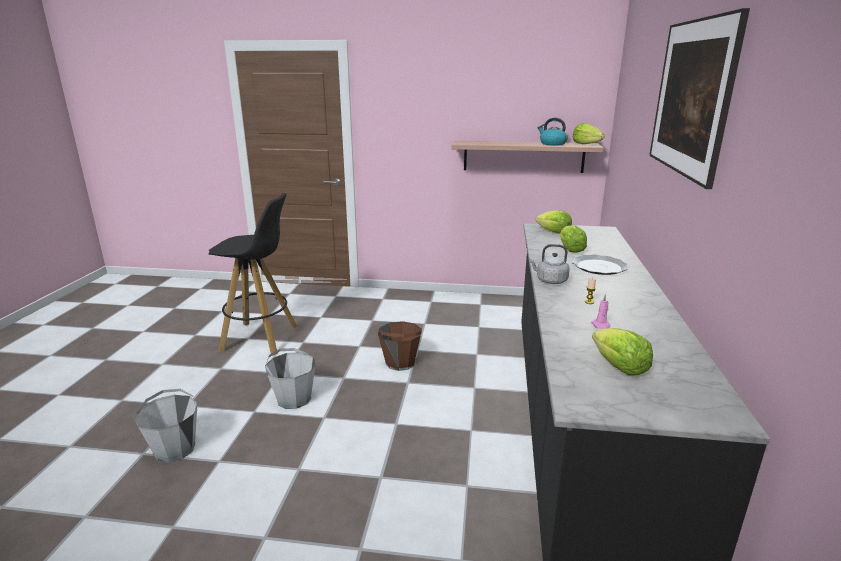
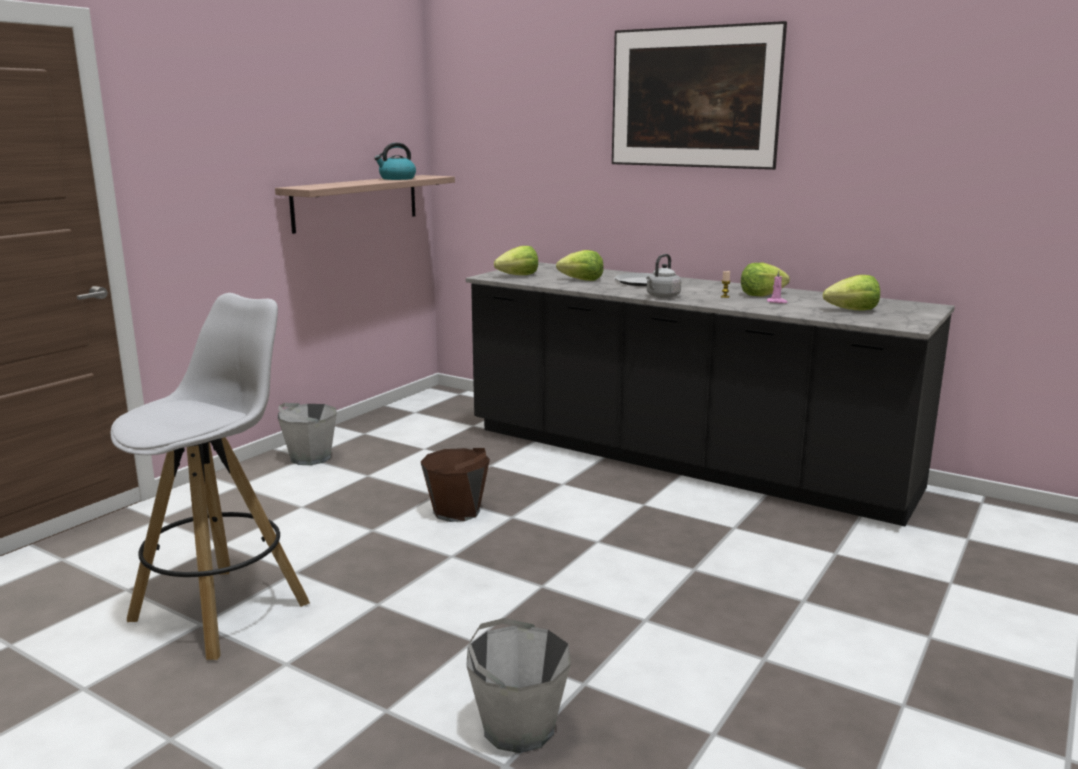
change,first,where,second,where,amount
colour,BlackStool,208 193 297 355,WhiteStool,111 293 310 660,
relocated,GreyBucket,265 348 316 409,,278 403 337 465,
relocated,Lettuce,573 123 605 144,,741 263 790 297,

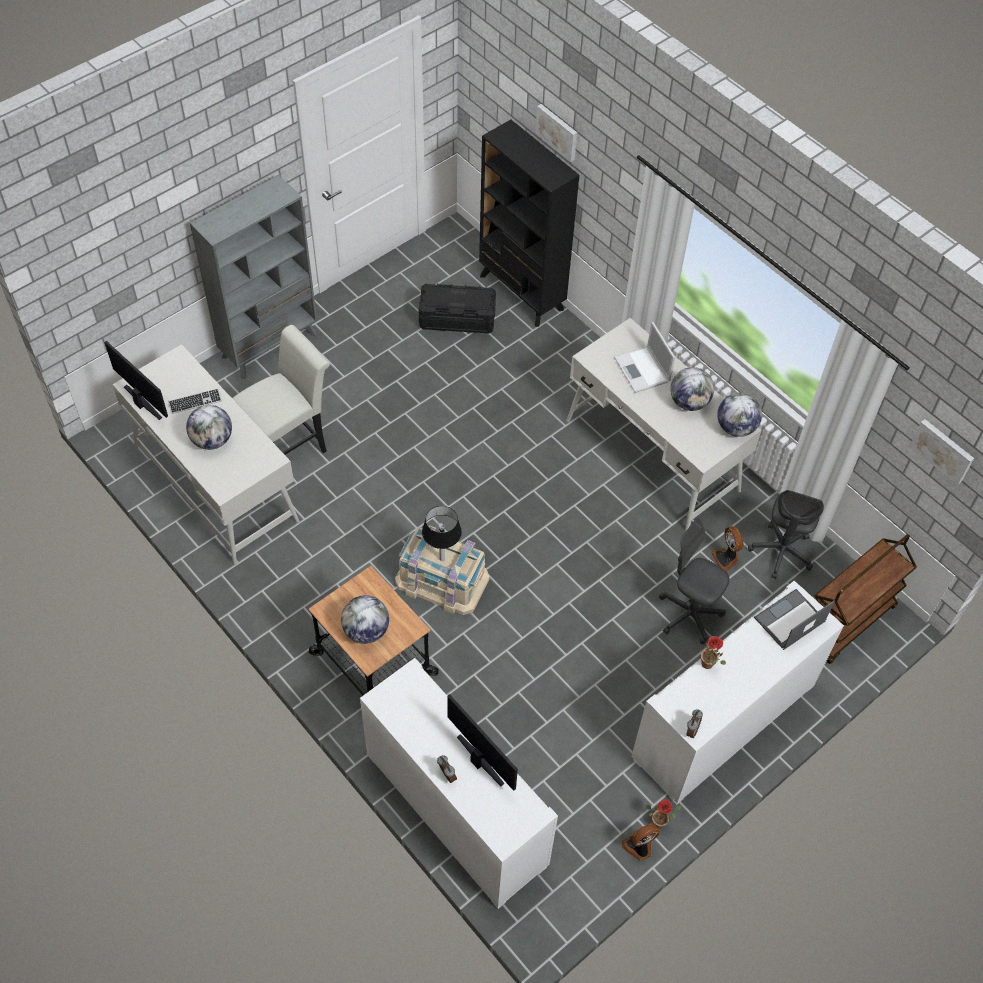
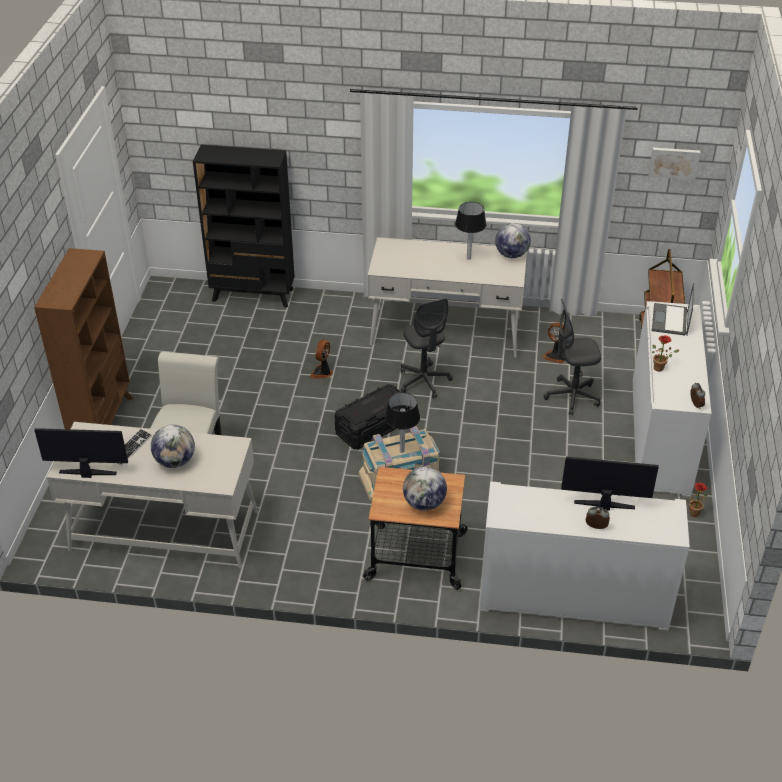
change,first,where,second,where,amount
colour,GreyBookcase,190 175 317 379,BrownBookcase,34 248 133 429,
relocated,Fan,621 823 660 861,,310 340 333 379,
relocated,BlackStorageBox,419 283 496 333,,335 384 411 450,
relocated,GreyOfficeChair,748 490 824 579,,400 299 453 399,
exchanged,Globe,670 367 714 411,TableLamp,455 202 486 260,
missing,Picture,535 104 577 162,,,
missing,Laptop,614 322 675 393,,,

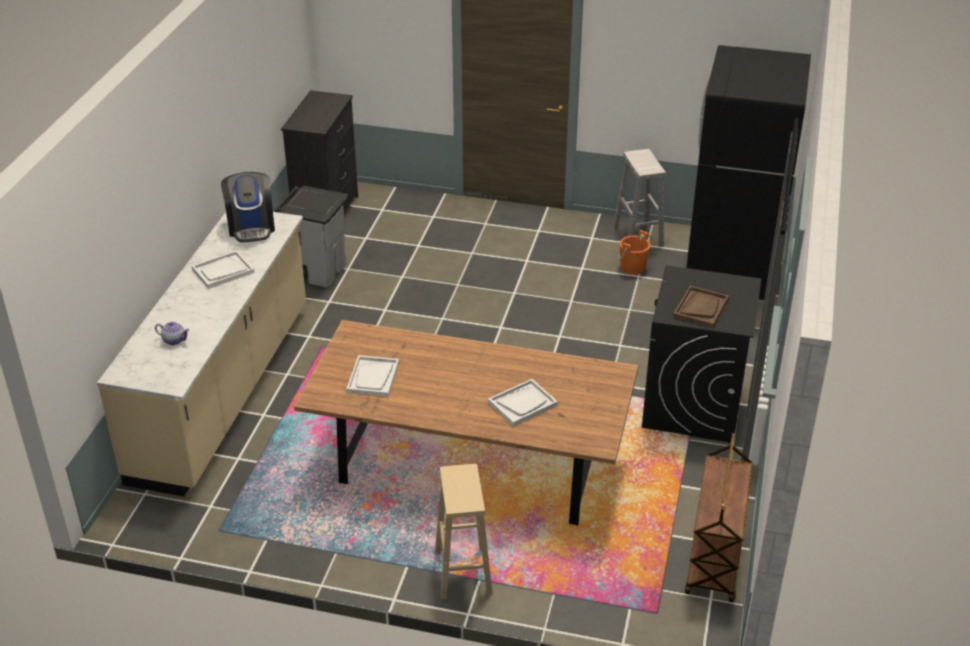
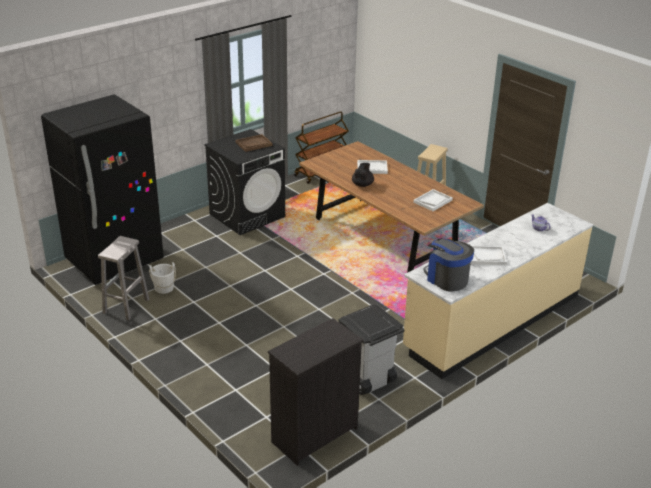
change,first,where,second,where,amount
colour,OrangeBucket,619 230 651 275,WhiteBucket,149 262 176 294,
appeared,,,BlackTeapot,352 163 374 187,
spun,CoffeeMachine,221 172 275 243,,423 238 474 291,60 degrees counterclockwise

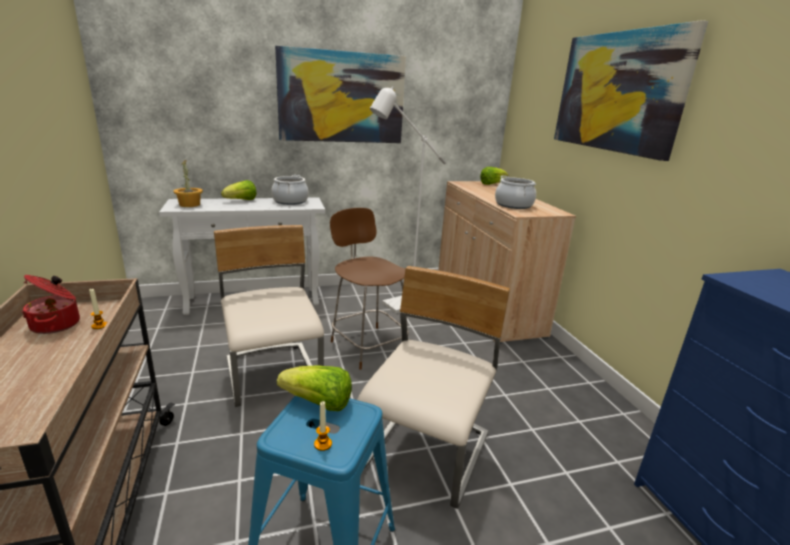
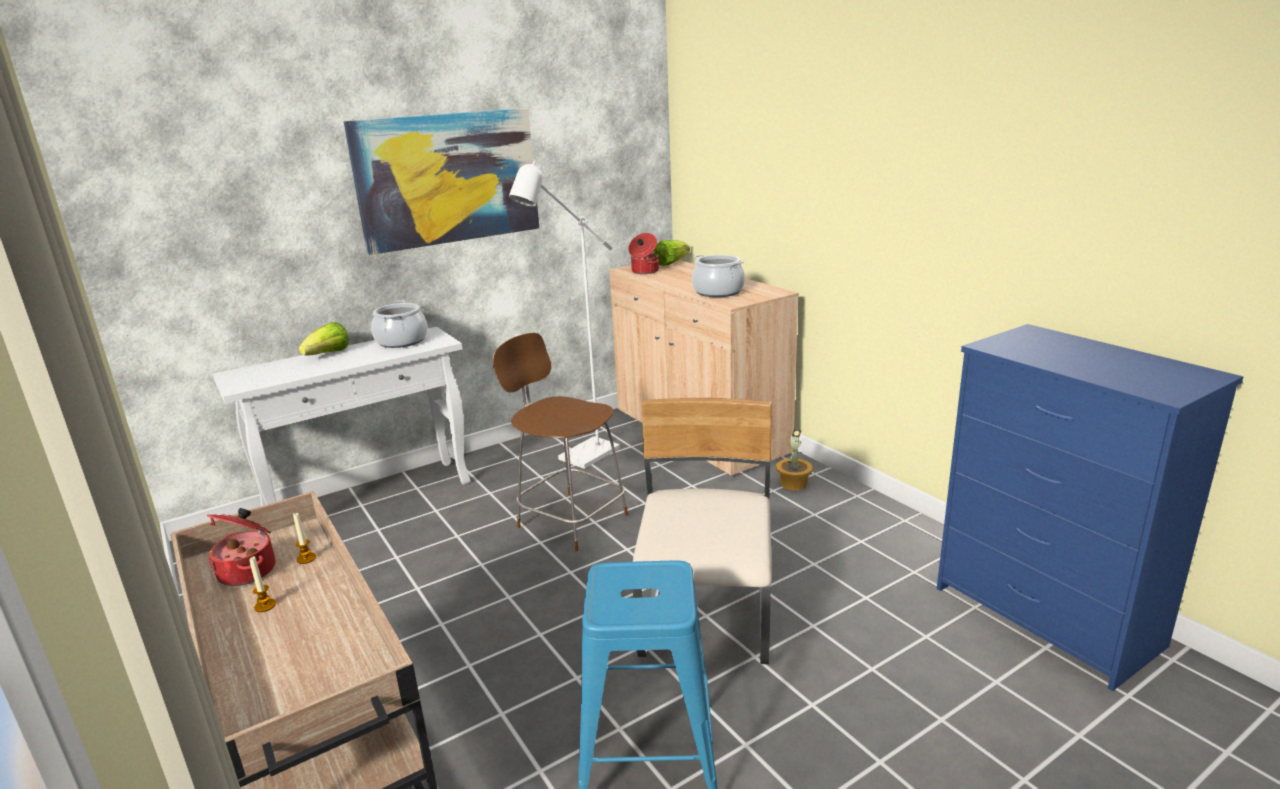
change,first,where,second,where,amount
relocated,Candle,314 401 332 451,,249 557 276 612,
appeared,,,CookingPot,628 233 659 274,
relocated,PottedPlant,173 160 203 207,,776 429 813 491,
missing,BeigeChair,214 225 324 407,,,
missing,Lettuce,277 365 352 411,,,
missing,Picture,554 20 708 161,,,

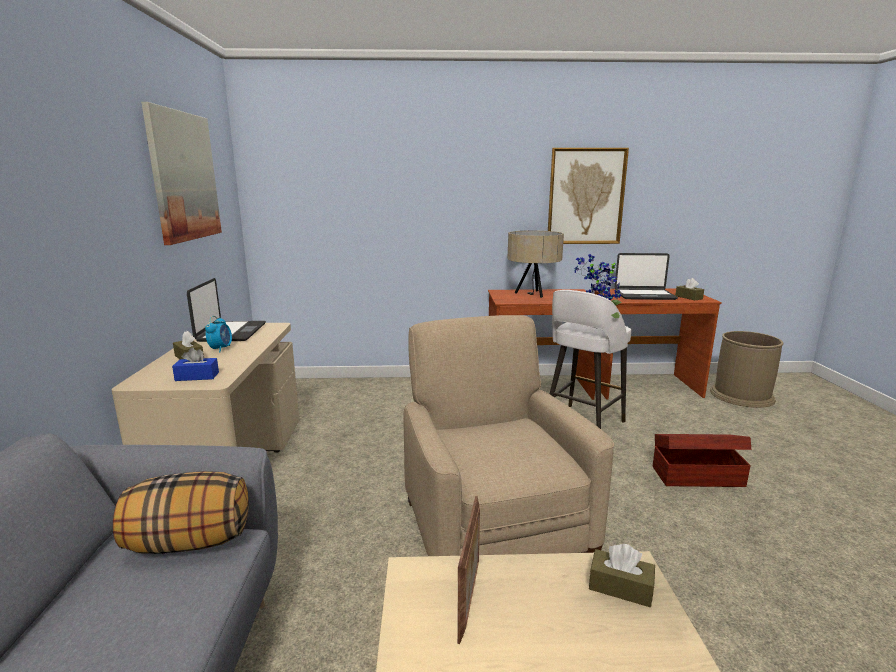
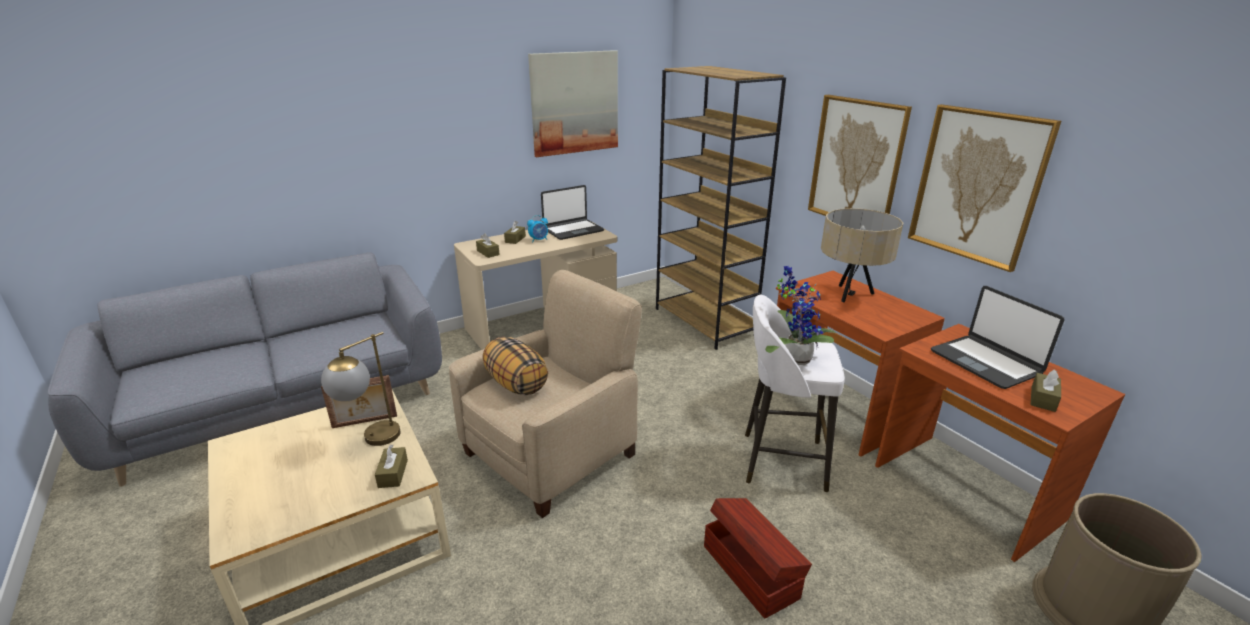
change,first,where,second,where,amount
appeared,,,TableLamp,321 332 401 446,
colour,BlueTissueBox,172 347 219 381,BrownTissueBox,476 233 500 258,
relocated,Pillow,113 471 249 554,,483 337 548 395,
appeared,,,BrownBookcase,656 66 786 350,
appeared,,,Picture,808 95 912 216,

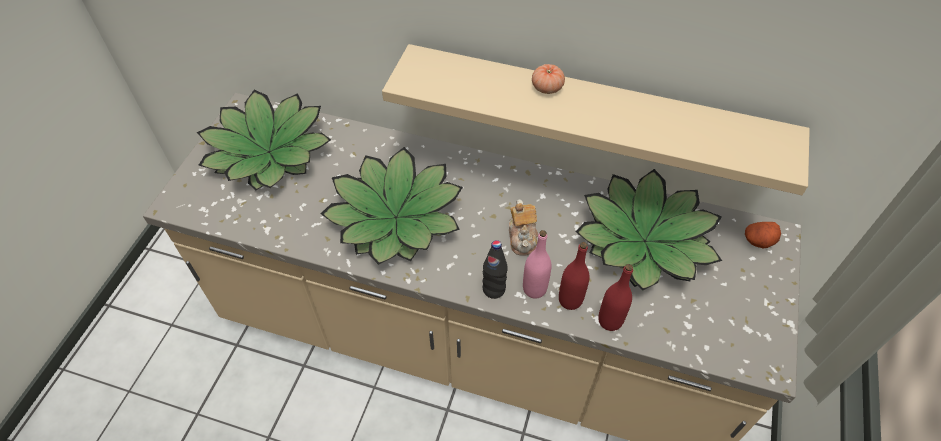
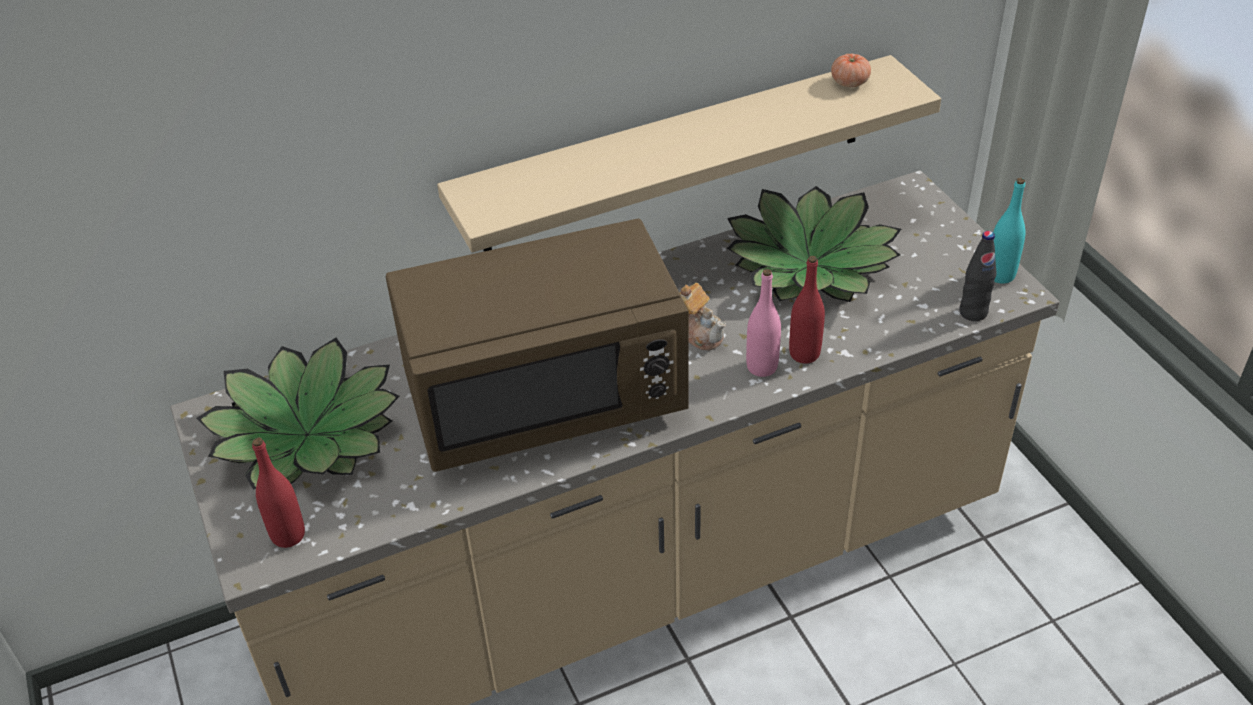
change,first,where,second,where,amount
relocated,RedBottle,598 264 633 331,,252 438 305 548,
exchanged,PottedPlant,321 147 463 265,BrownMicrowave,386 219 689 472,
relocated,Tomato,532 64 565 94,,831 54 871 87,
relocated,BlackBottle,482 240 508 299,,960 231 997 321,
appeared,,,TurquoiseBottle,993 178 1025 284,
missing,Potato,745 222 781 249,,,

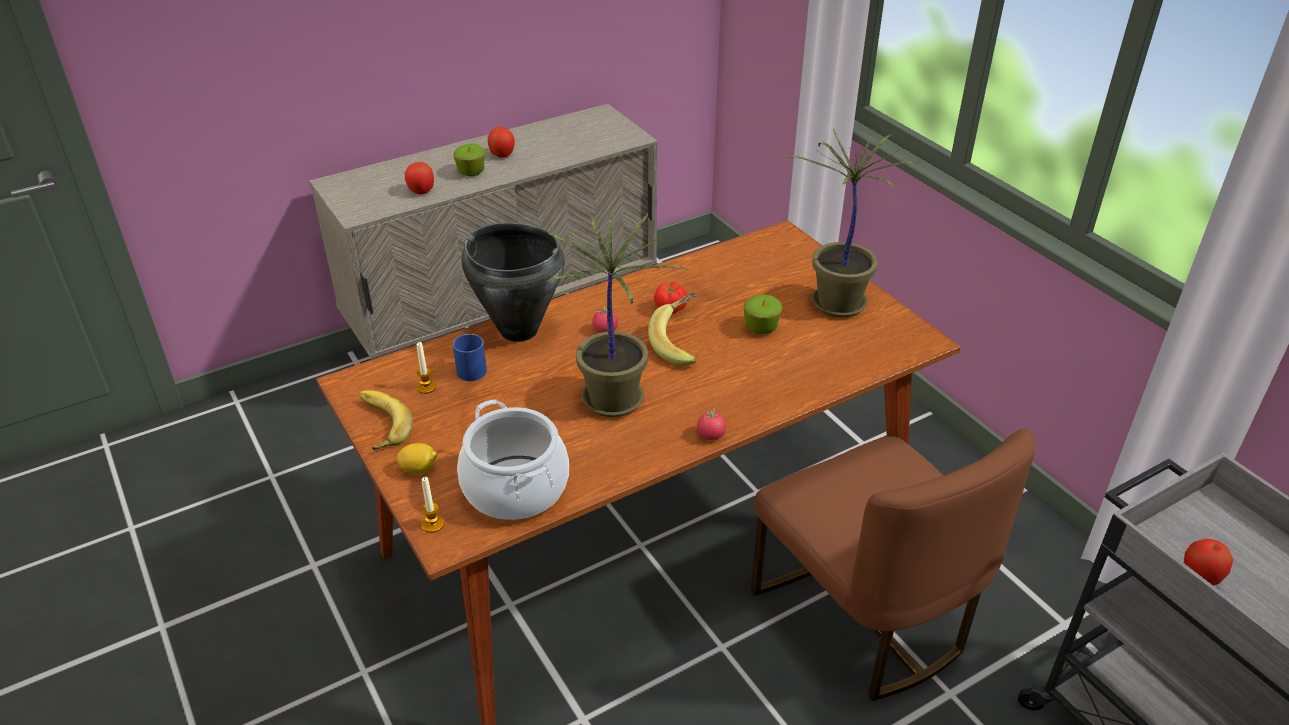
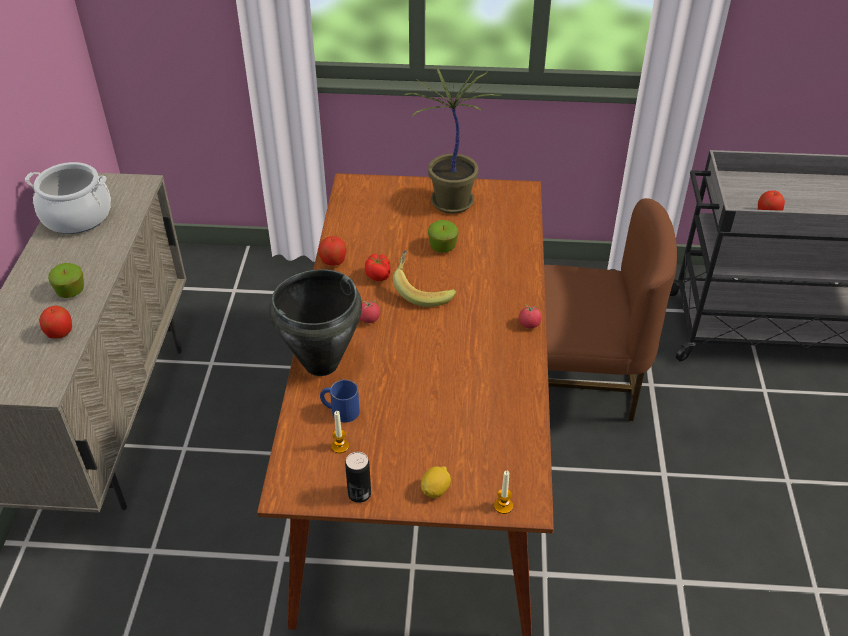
change,first,where,second,where,amount
relocated,CookingPot,457 400 569 520,,25 162 111 234,
relocated,Apple,488 127 515 157,,318 236 346 266,
exchanged,Banana,359 390 413 450,Can,345 452 371 503,
missing,PottedPlant,547 212 689 417,,,

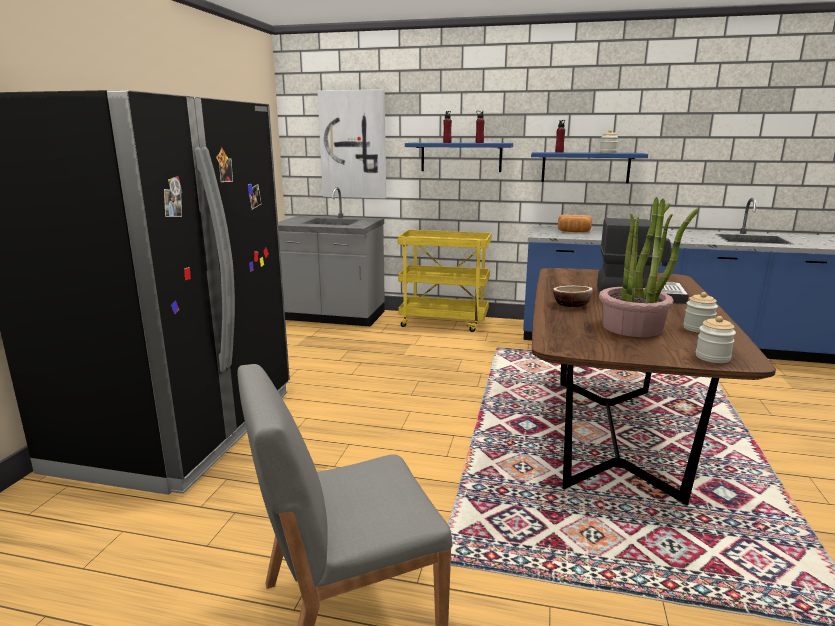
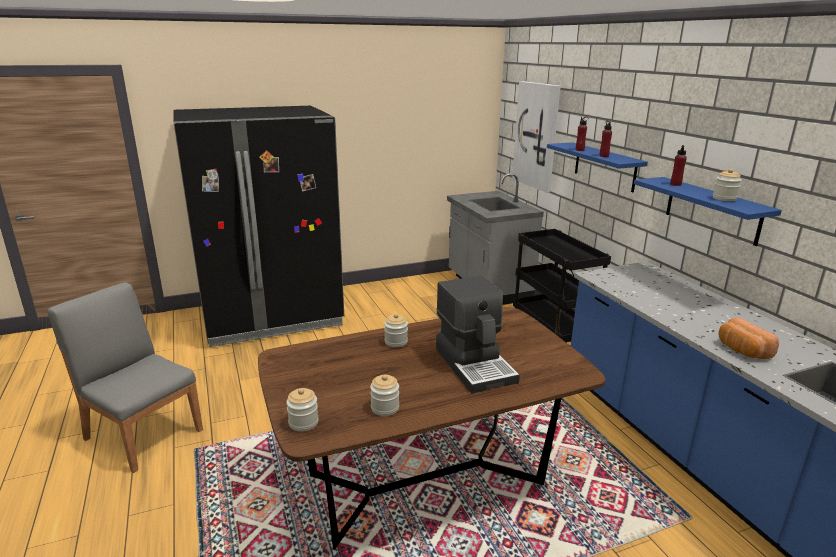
change,first,where,second,where,amount
exchanged,Bowl,553 285 593 307,Jar,384 314 408 348,
colour,YellowCart,398 230 492 332,BlackCart,513 229 611 342,
relocated,Bread,558 215 592 232,,718 317 779 359,
missing,PottedPlant,599 197 699 337,,,

